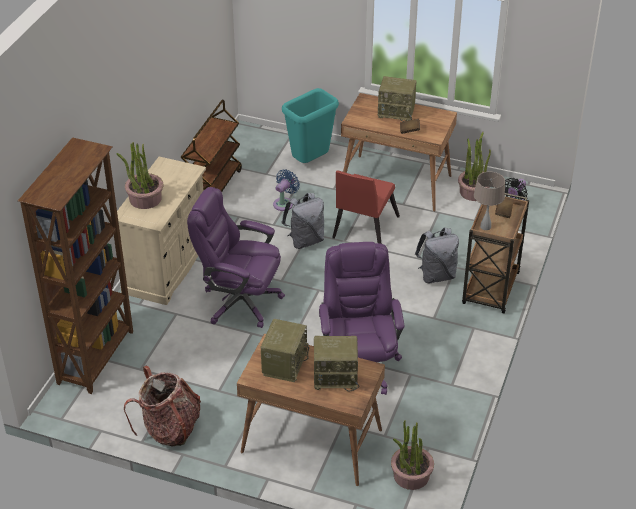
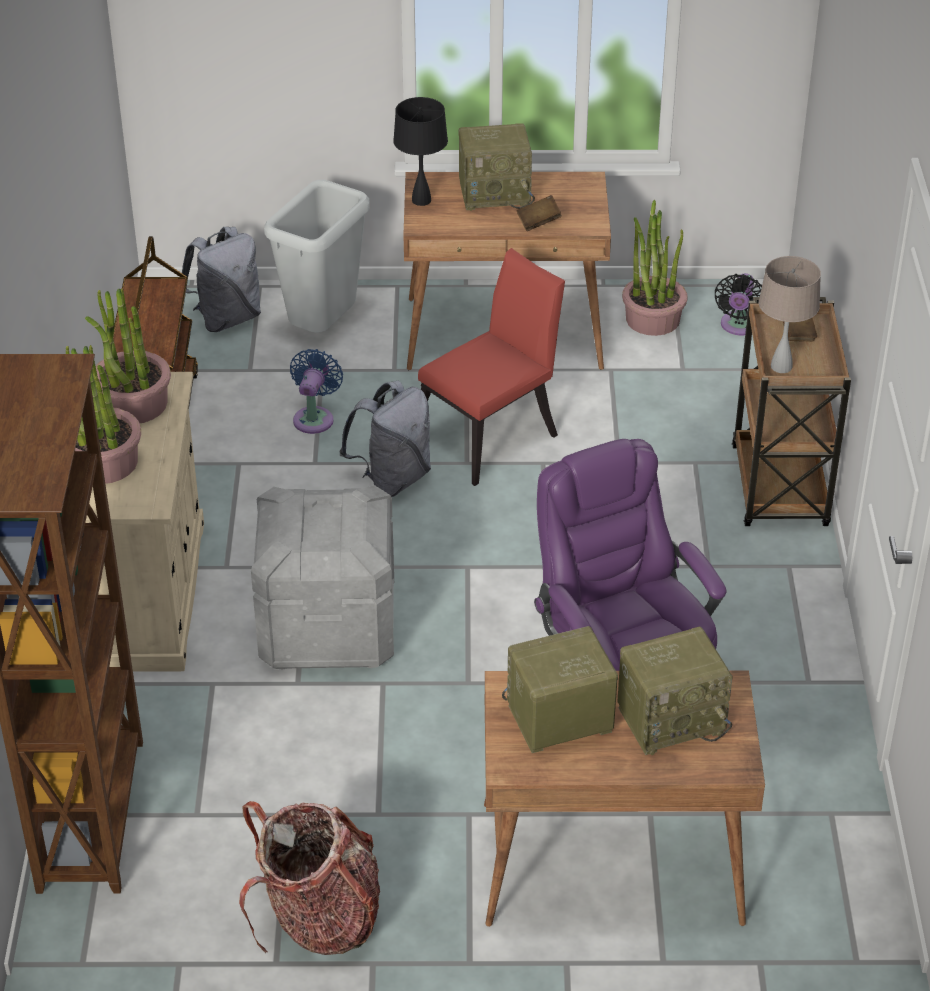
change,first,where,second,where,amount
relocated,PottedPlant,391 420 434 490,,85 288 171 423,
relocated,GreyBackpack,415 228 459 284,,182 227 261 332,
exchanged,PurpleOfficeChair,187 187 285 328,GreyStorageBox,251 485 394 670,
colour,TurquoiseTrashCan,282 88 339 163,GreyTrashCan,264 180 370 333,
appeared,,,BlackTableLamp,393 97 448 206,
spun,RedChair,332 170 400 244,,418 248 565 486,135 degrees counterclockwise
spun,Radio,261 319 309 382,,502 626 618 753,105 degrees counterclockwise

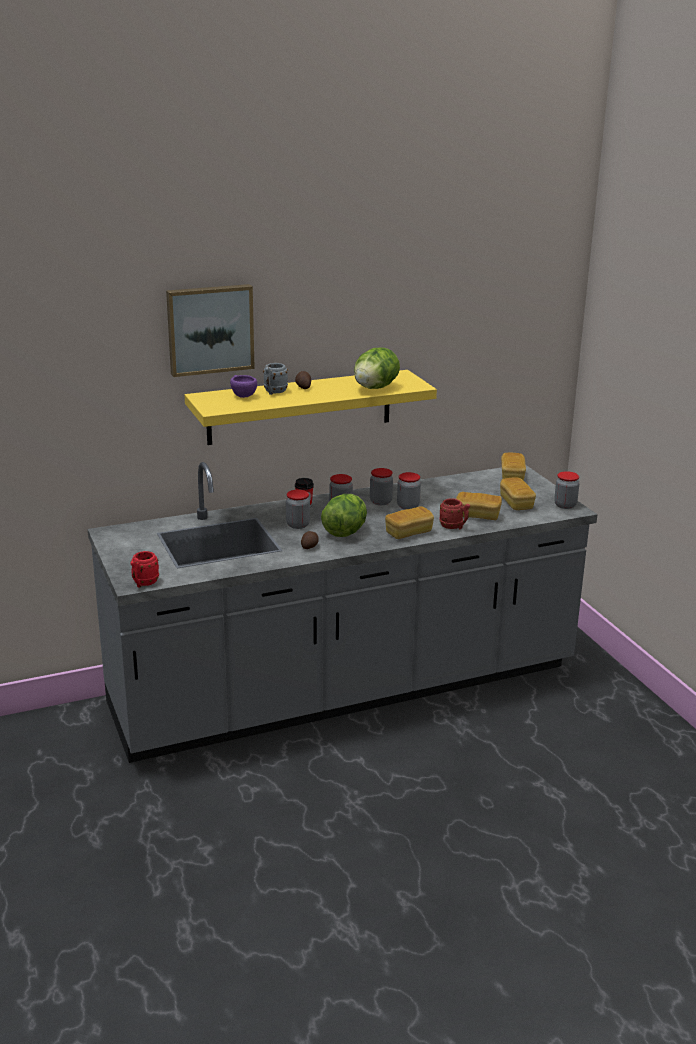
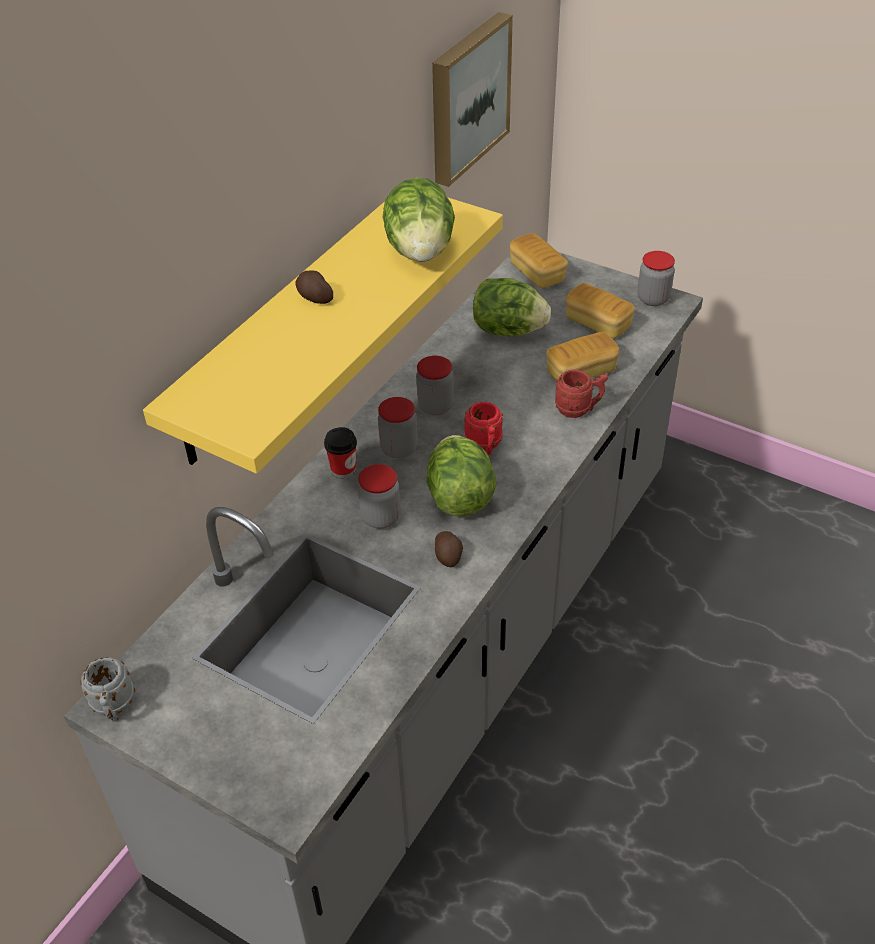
change,first,where,second,where,amount
relocated,GreyMug,263 363 288 395,,80 657 135 722,
relocated,Picture,166 284 255 377,,432 12 513 187,
relocated,RedMug,130 551 159 588,,464 402 503 455,
appeared,,,Lettuce,473 278 551 336,
missing,PurpleCup,230 375 257 398,,,
missing,Bread,385 506 434 539,,,
missing,Jar,397 472 421 510,,,

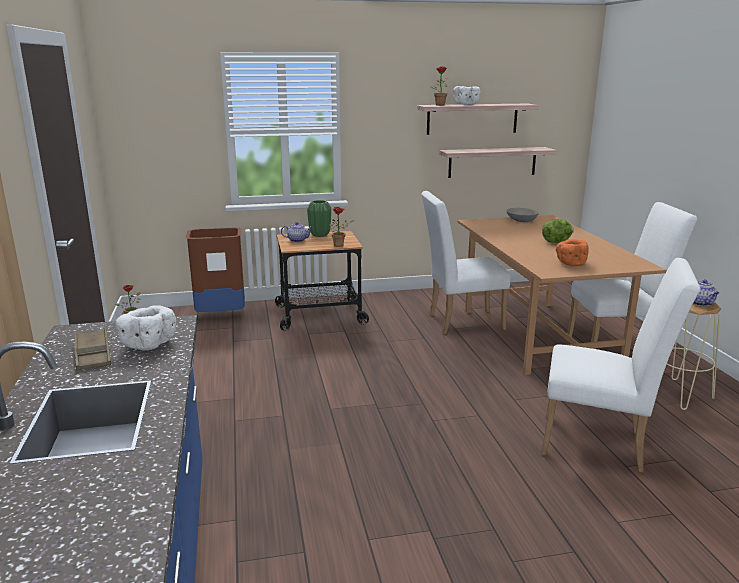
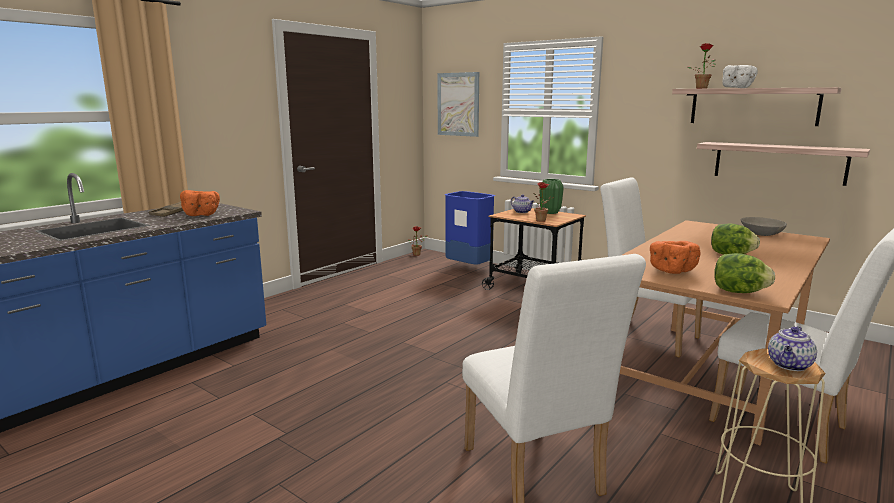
change,first,where,second,where,amount
colour,WhiteBowl,116 305 176 351,OrangeBowl,180 190 220 216,
appeared,,,Picture,437 72 479 137,
colour,BrownTrashCan,185 227 245 312,BlueTrashCan,445 191 495 265,
appeared,,,Lettuce,714 253 775 293,

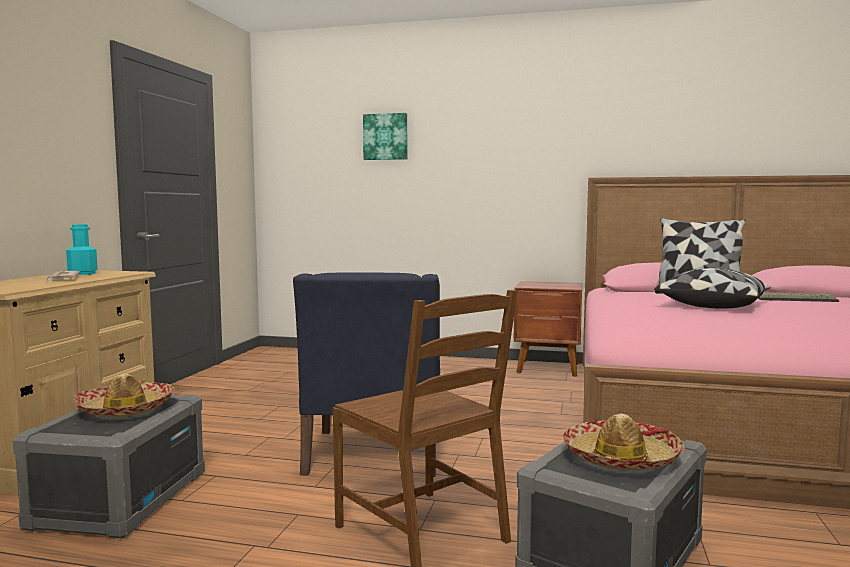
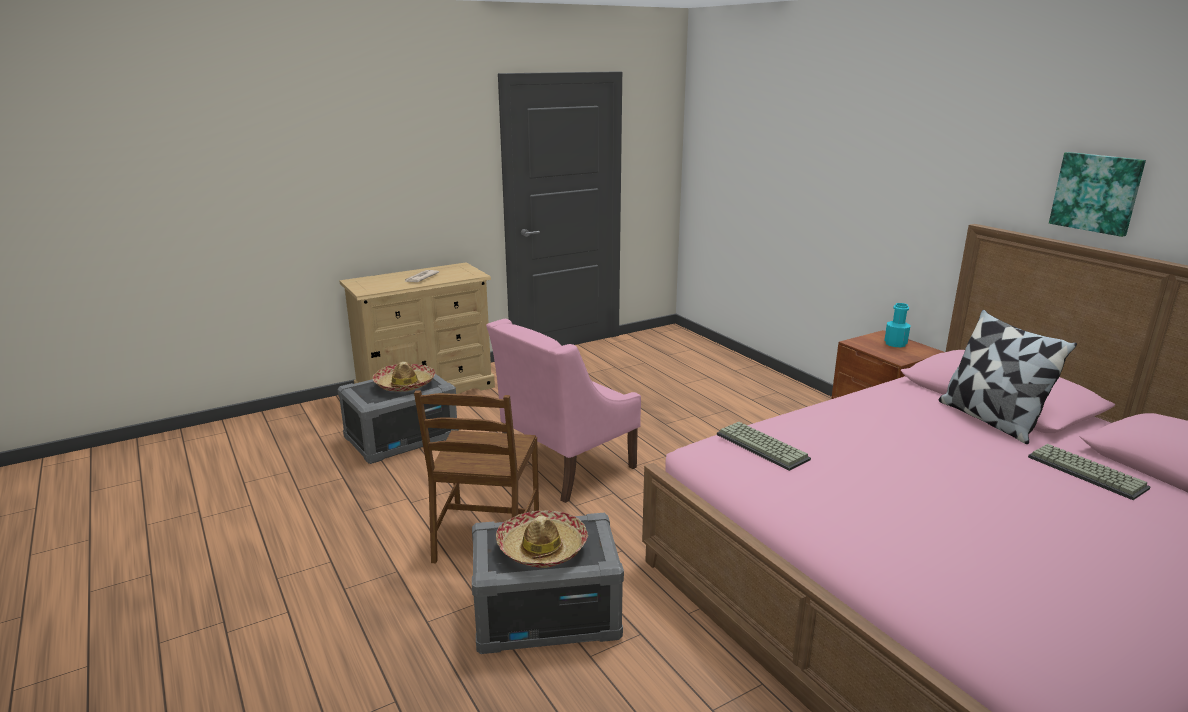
change,first,where,second,where,amount
colour,BlueArmchair,293 273 440 477,PinkArmchair,486 319 641 503,
appeared,,,Keyboard,717 422 811 471,
relocated,TurquoiseBottle,66 225 98 275,,884 303 911 347,
relocated,Picture,363 113 407 160,,1049 152 1146 237,
missing,Pillow,654 268 771 309,,,

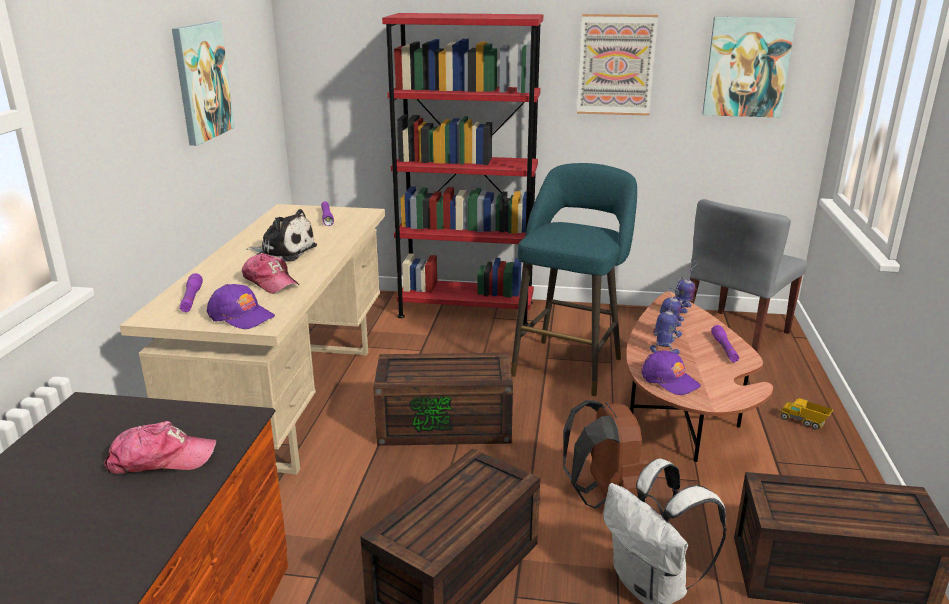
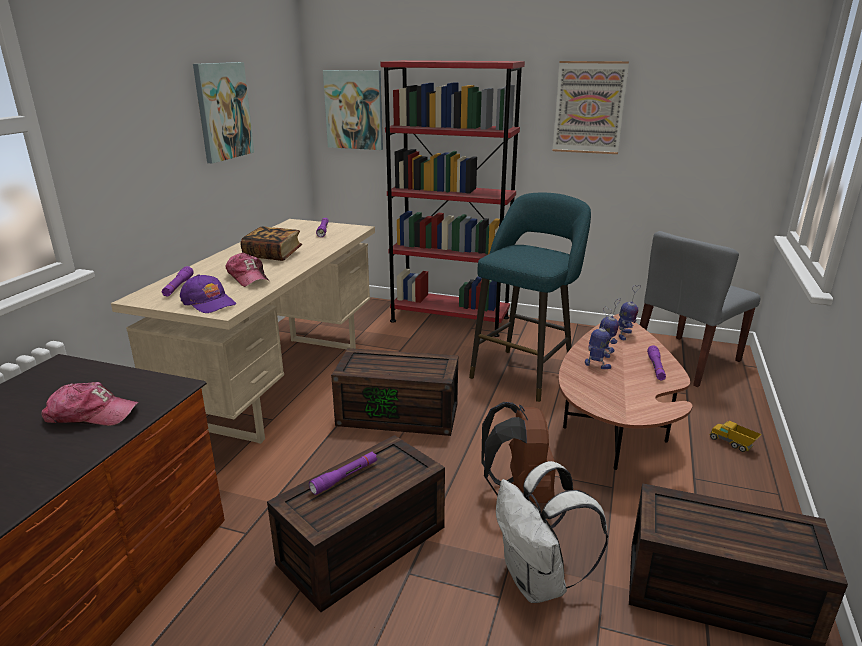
change,first,where,second,where,amount
exchanged,PlushToy,246 209 317 262,Book,241 226 302 261,
appeared,,,PurpleFlashlight,309 452 377 495,
relocated,Picture,702 17 796 117,,323 70 383 150,
missing,PurpleCap,641 350 701 395,,,

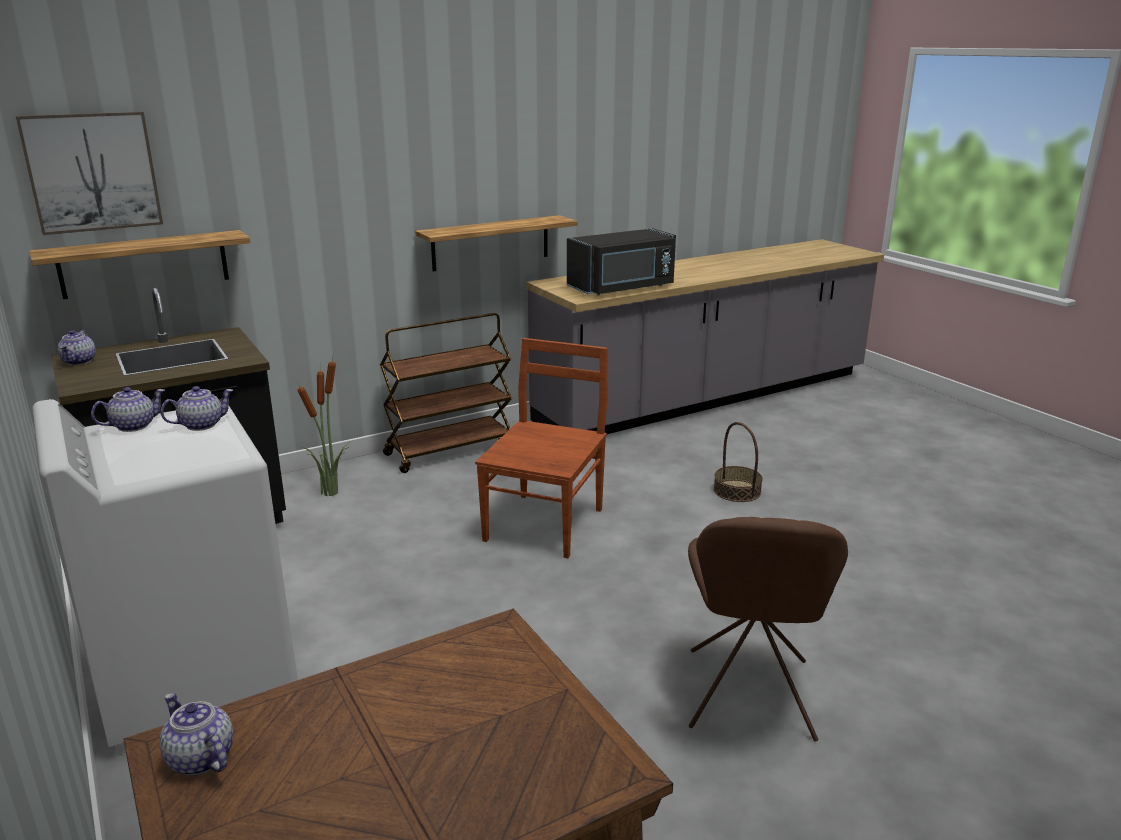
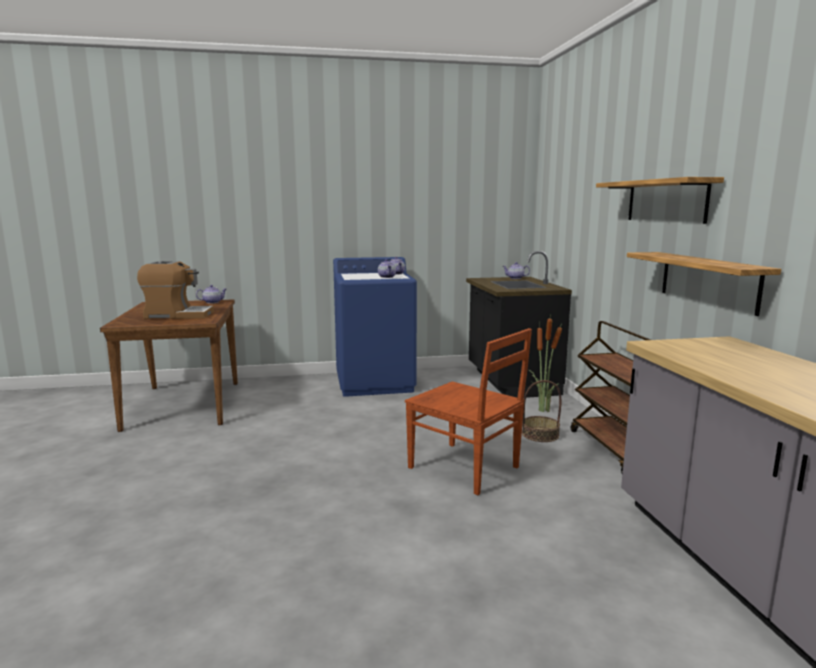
change,first,where,second,where,amount
appeared,,,CoffeeMachine,137 261 214 319,
colour,WhiteWashingMachine,32 399 298 756,BlueWashingMachine,333 257 417 397,
relocated,Basket,713 422 763 502,,522 380 561 442,
relocated,Shelf,30 230 251 299,,596 177 724 224,
missing,Picture,16 111 163 235,,,
missing,BlackMicrowave,567 228 676 295,,,
missing,BrownChair,688 517 848 741,,,

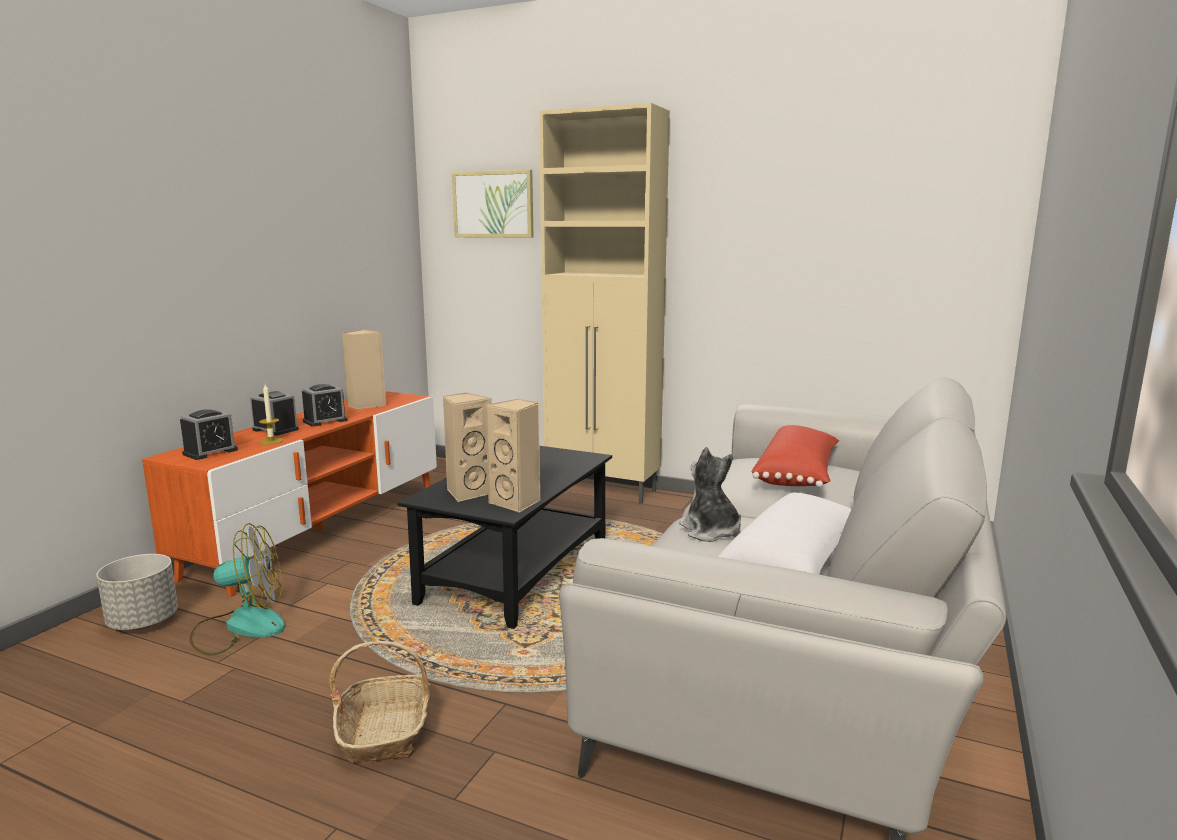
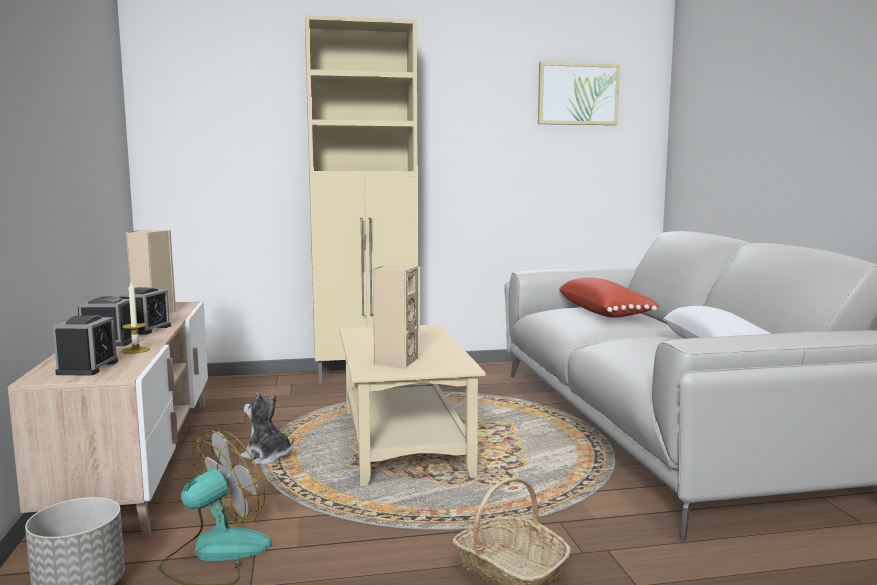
change,first,where,second,where,amount
colour,OrangeTvStand,142 391 437 597,BeigeTvStand,8 301 208 537,
relocated,PlushToy,679 447 741 542,,241 392 295 465,
colour,BlackCoffeeTable,398 446 612 629,BeigeCoffeeTable,340 324 486 486,
relocated,Picture,452 170 533 238,,538 62 620 125,
missing,BeigeSpeaker,486 399 541 513,,,

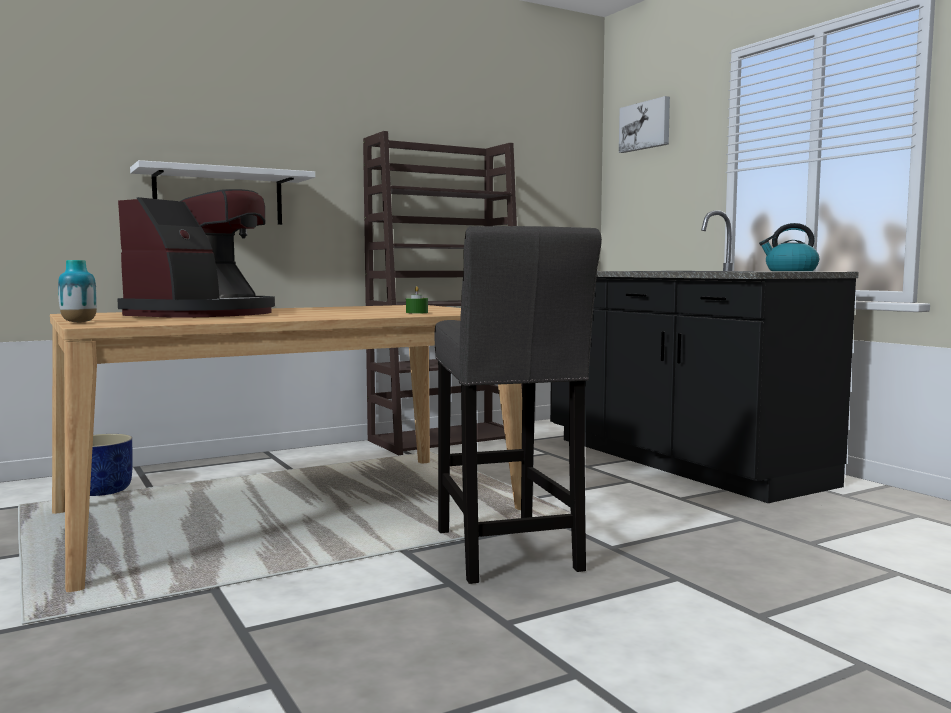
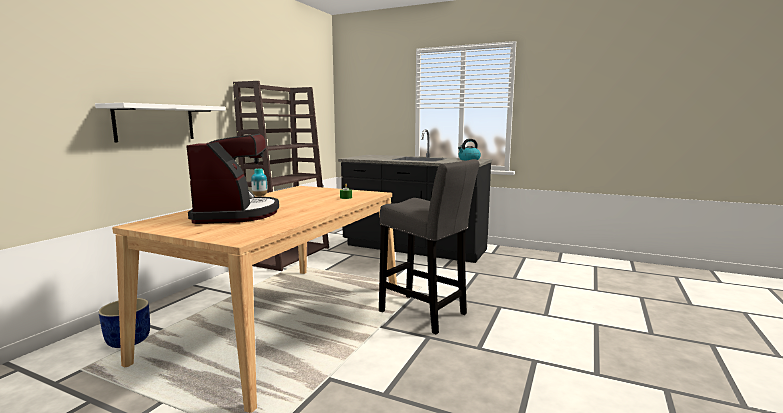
change,first,where,second,where,amount
relocated,Vase,58 260 97 323,,251 169 267 196,
missing,Picture,619 96 670 153,,,

